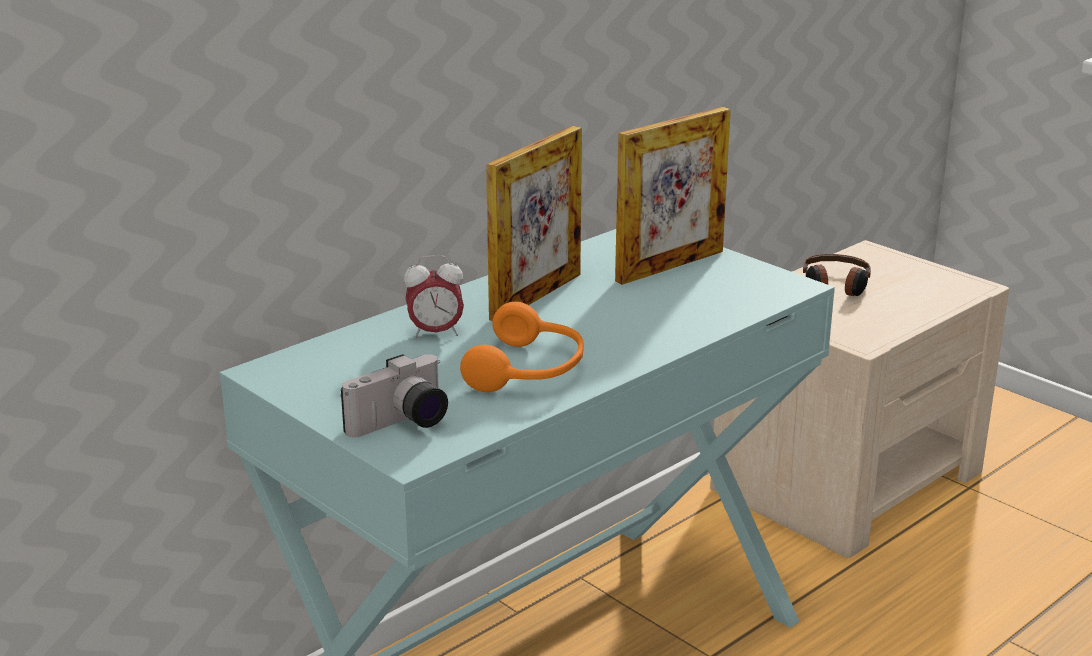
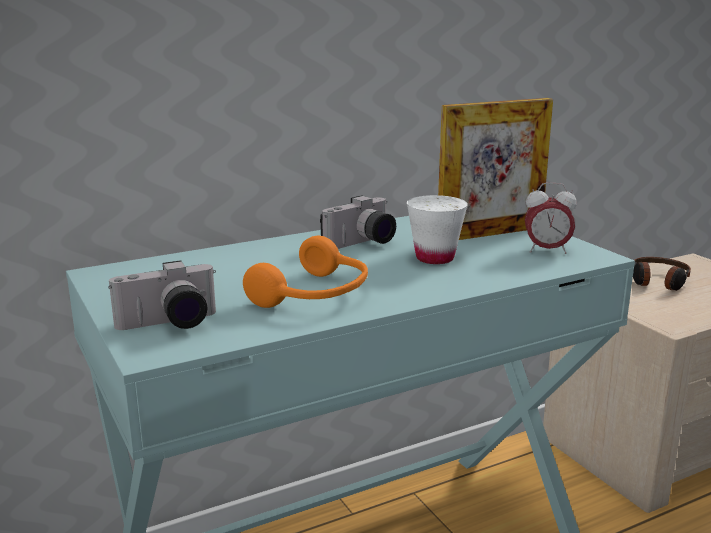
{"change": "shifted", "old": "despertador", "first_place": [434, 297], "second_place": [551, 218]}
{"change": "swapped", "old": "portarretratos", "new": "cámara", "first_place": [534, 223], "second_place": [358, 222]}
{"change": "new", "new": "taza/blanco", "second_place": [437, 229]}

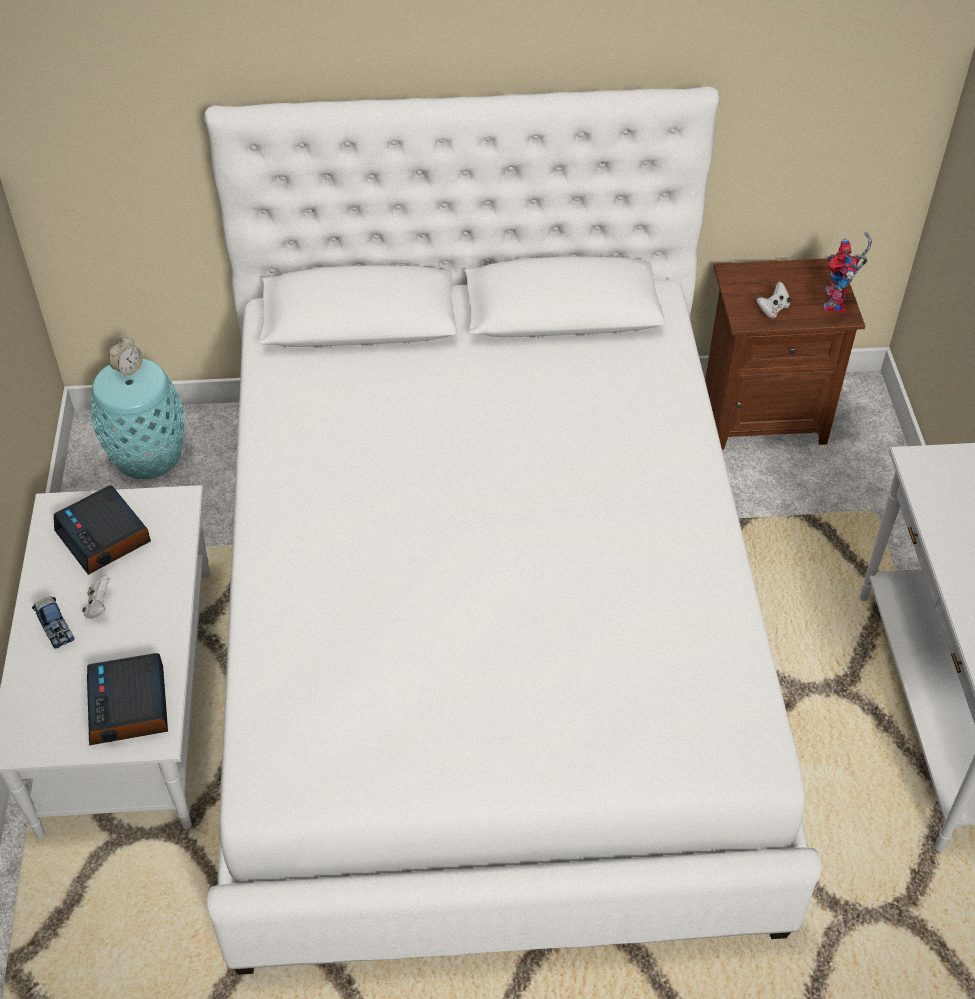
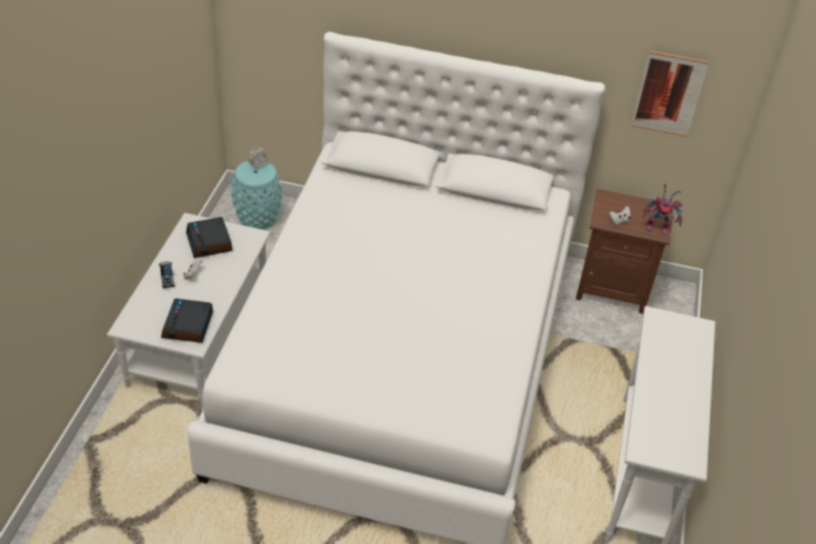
{"change": "rotated", "old": "robot de juguete", "first_place": [848, 272], "second_place": [663, 208], "degrees": -105}
{"change": "new", "new": "cuadro", "second_place": [670, 94]}

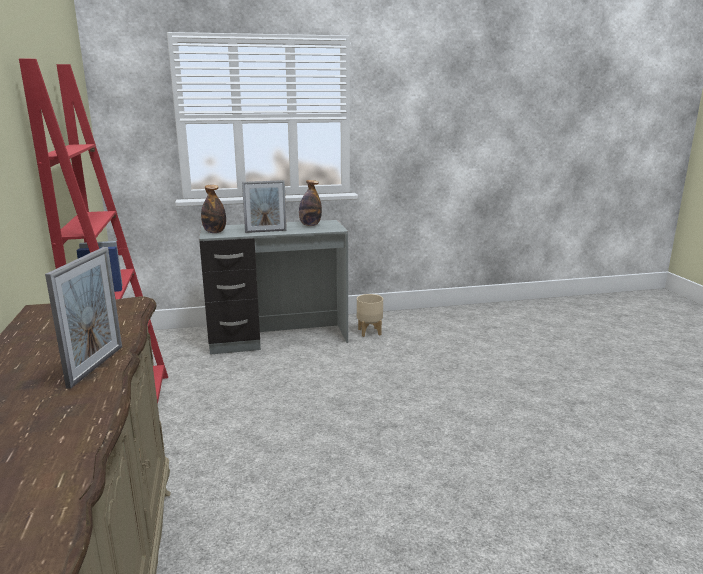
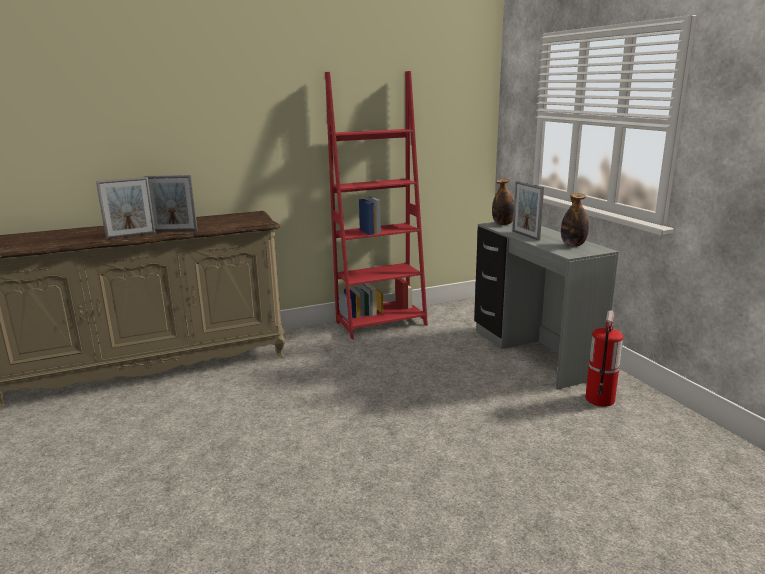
{"change": "swapped", "old": "maceta/beis", "new": "extintor", "first_place": [370, 315], "second_place": [604, 358]}
{"change": "new", "new": "portarretratos", "second_place": [126, 208]}

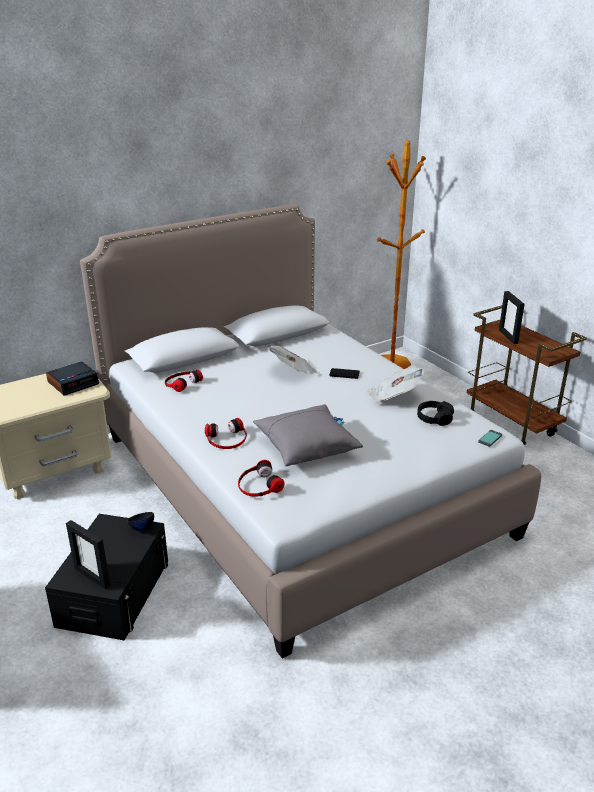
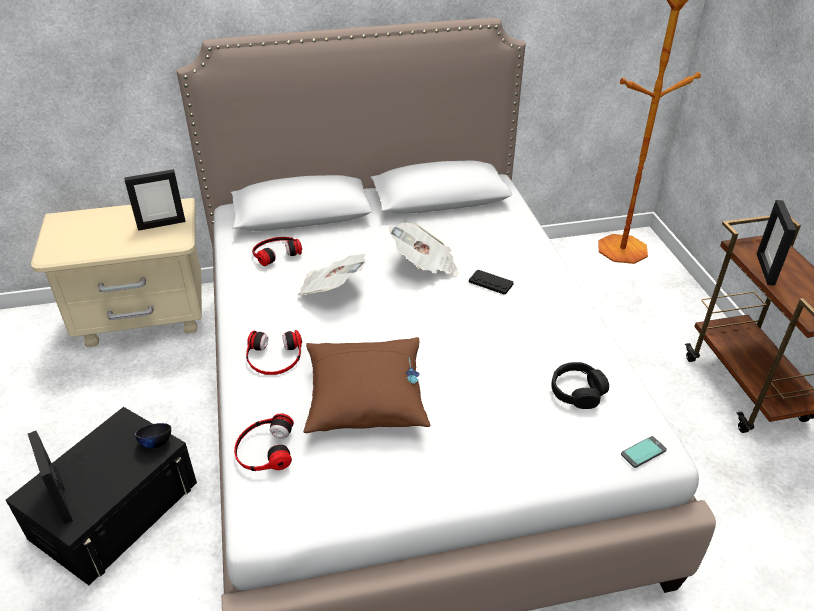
{"change": "swapped", "old": "despertador", "new": "portarretratos", "first_place": [72, 378], "second_place": [155, 200]}
{"change": "repainted", "old": "cojín/gris", "new": "cojín/marrón", "first_place": [308, 435], "second_place": [366, 385]}
{"change": "shifted", "old": "periódico", "first_place": [396, 384], "second_place": [331, 274]}

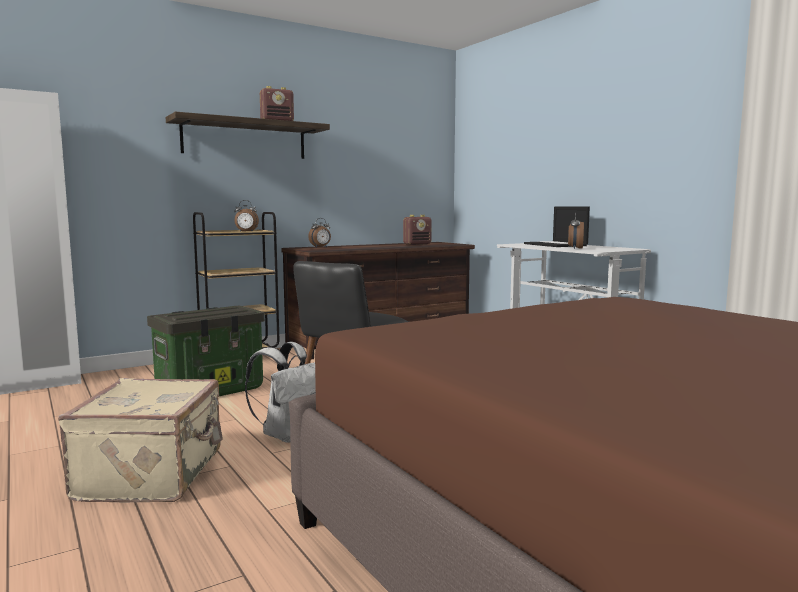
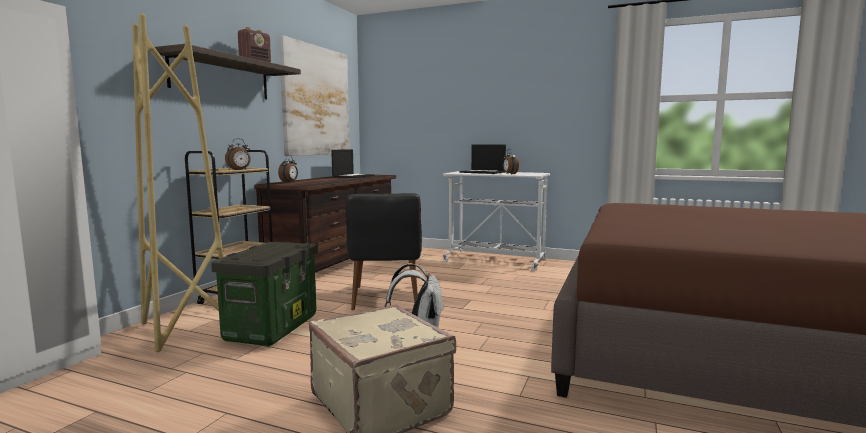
{"change": "swapped", "old": "radio", "new": "portátil", "first_place": [417, 230], "second_place": [353, 163]}
{"change": "new", "new": "perchero/amarillo", "second_place": [178, 182]}
{"change": "new", "new": "cuadro", "second_place": [314, 95]}

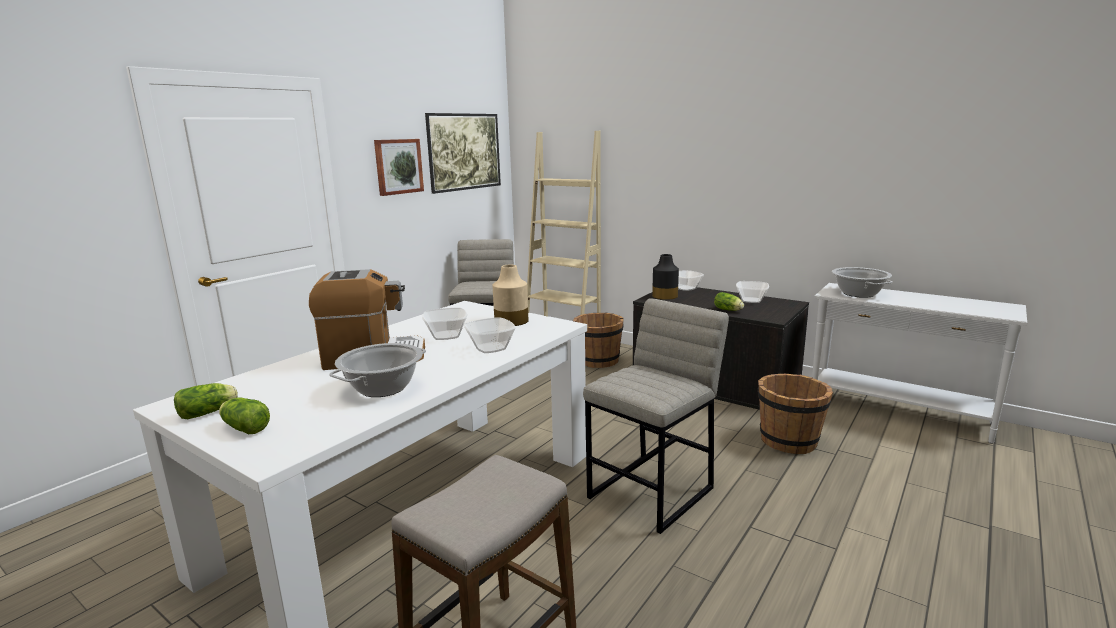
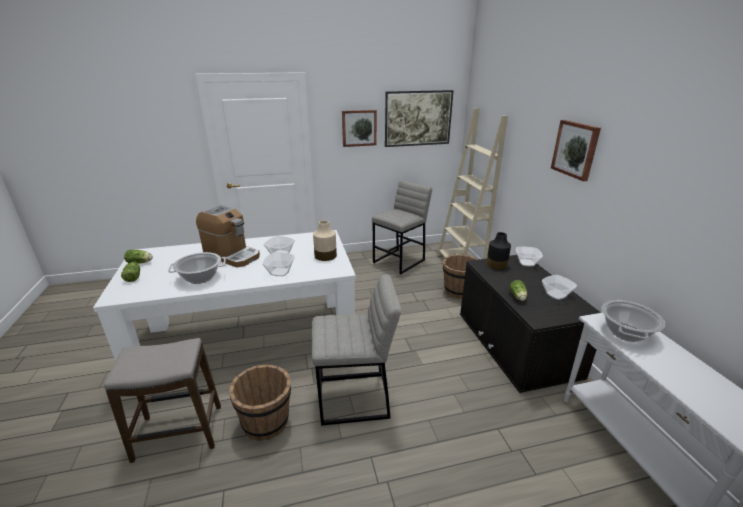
{"change": "shifted", "old": "cubo/marrón", "first_place": [795, 414], "second_place": [260, 402]}
{"change": "new", "new": "cuadro", "second_place": [576, 150]}

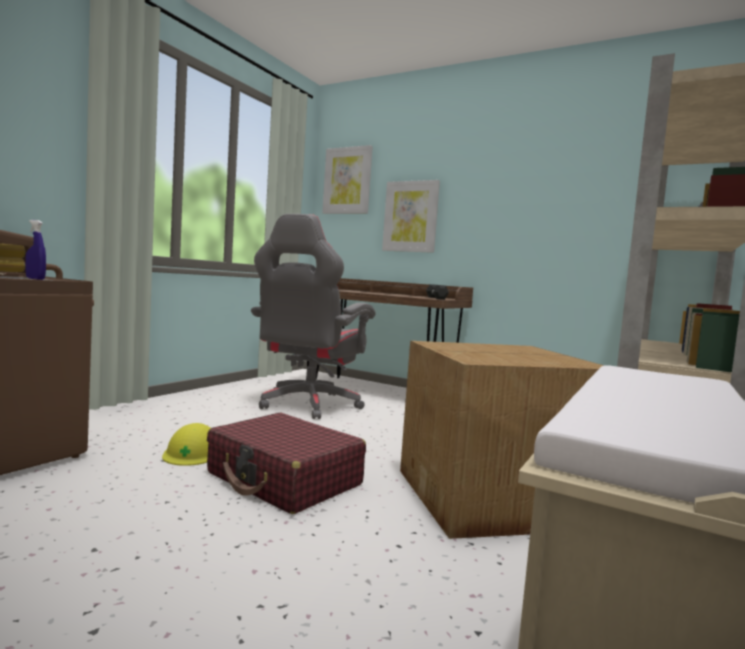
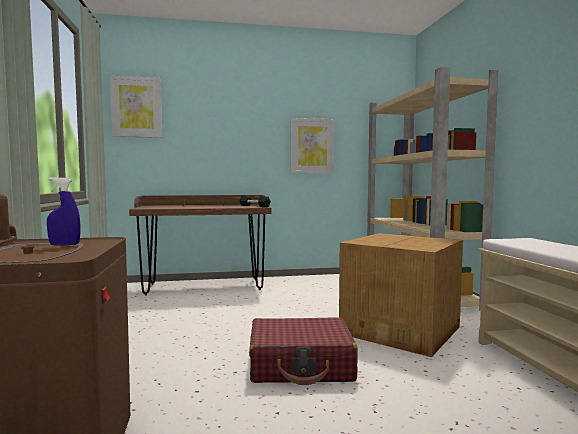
{"change": "gone", "old": "casco/amarillo", "first_place": [186, 444]}
{"change": "gone", "old": "silla de oficina/gris", "first_place": [313, 316]}
{"change": "shifted", "old": "cuadro", "first_place": [411, 216], "second_place": [312, 146]}

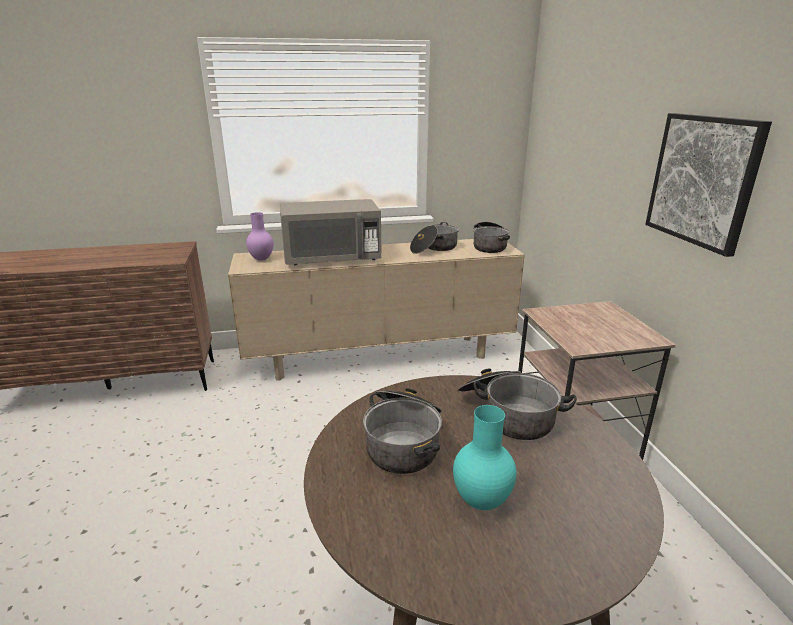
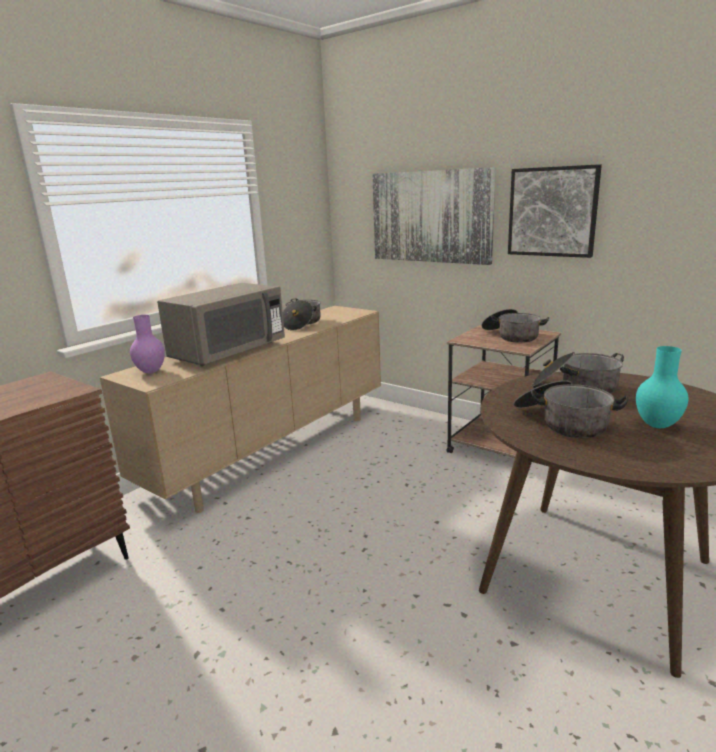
{"change": "shifted", "old": "olla", "first_place": [491, 237], "second_place": [515, 326]}
{"change": "new", "new": "cuadro", "second_place": [434, 216]}

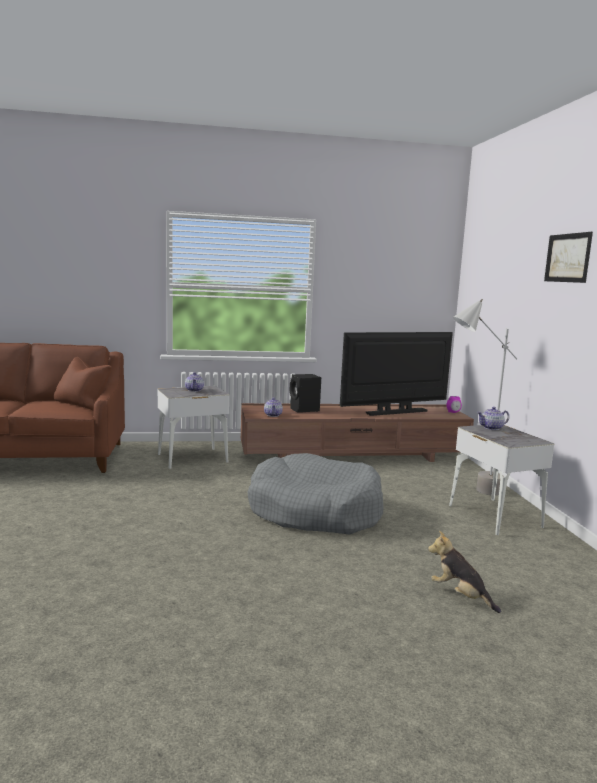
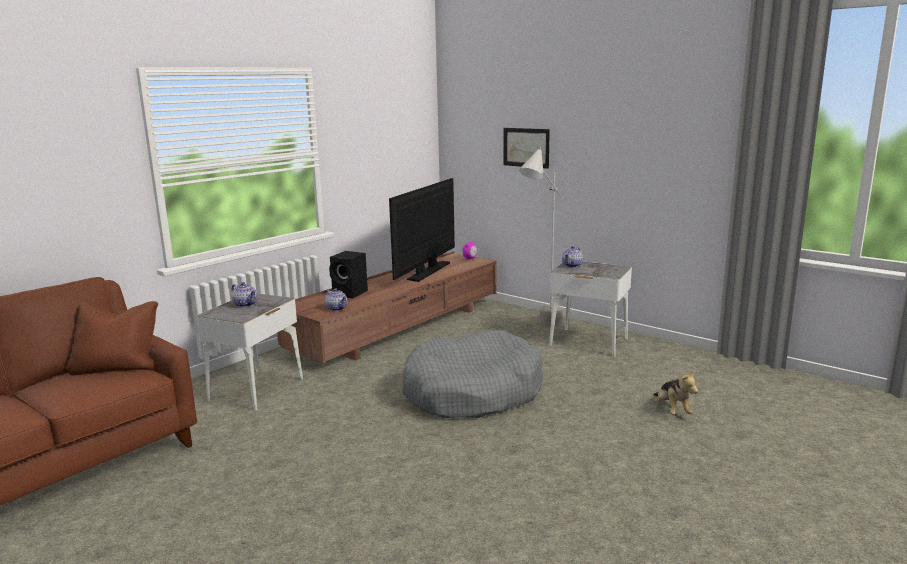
{"change": "rotated", "old": "peluche", "first_place": [464, 572], "second_place": [675, 392], "degrees": -105}
{"change": "shifted", "old": "cuadro", "first_place": [568, 257], "second_place": [526, 148]}

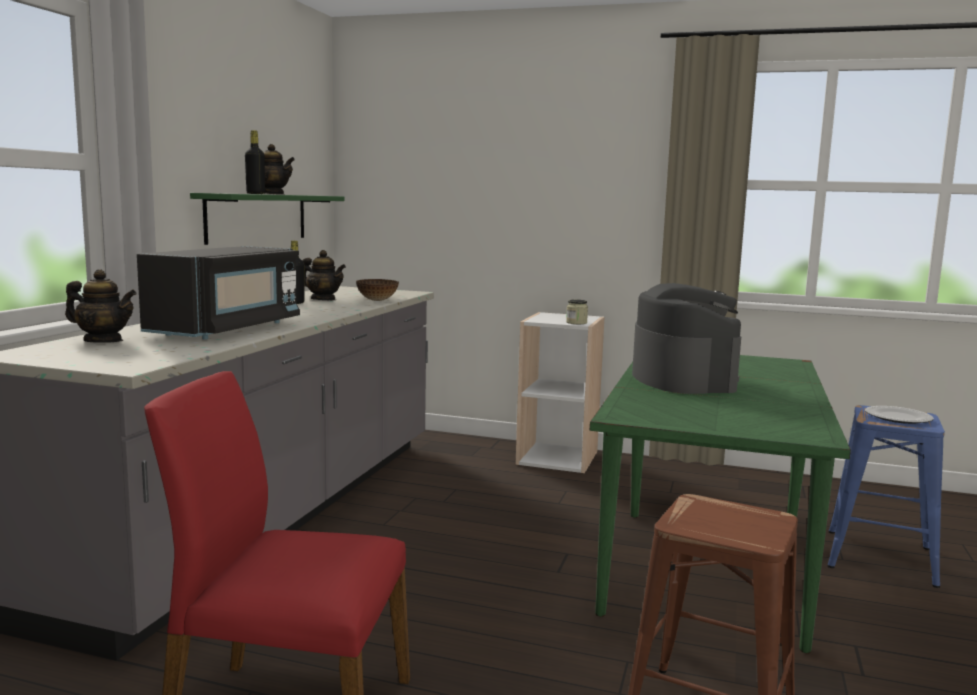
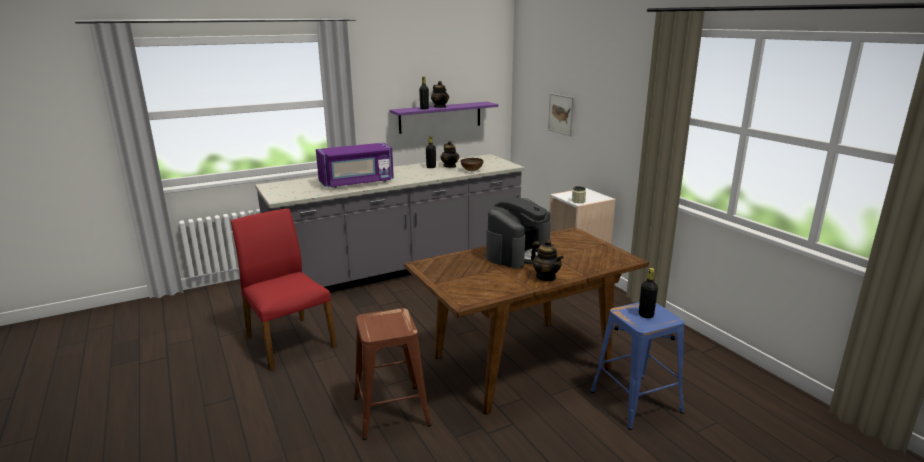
{"change": "shifted", "old": "tetera", "first_place": [100, 306], "second_place": [547, 260]}
{"change": "repainted", "old": "microondas/negro", "new": "microondas/morado", "first_place": [218, 293], "second_place": [355, 165]}
{"change": "repainted", "old": "estante/verde", "new": "estante/morado", "first_place": [267, 219], "second_place": [444, 118]}
{"change": "repainted", "old": "mesa de comedor/verde", "new": "mesa de comedor/marrón", "first_place": [720, 504], "second_place": [526, 320]}
{"change": "swapped", "old": "plato", "new": "botella/negro", "first_place": [899, 415], "second_place": [648, 293]}
{"change": "new", "new": "cuadro", "second_place": [561, 114]}

